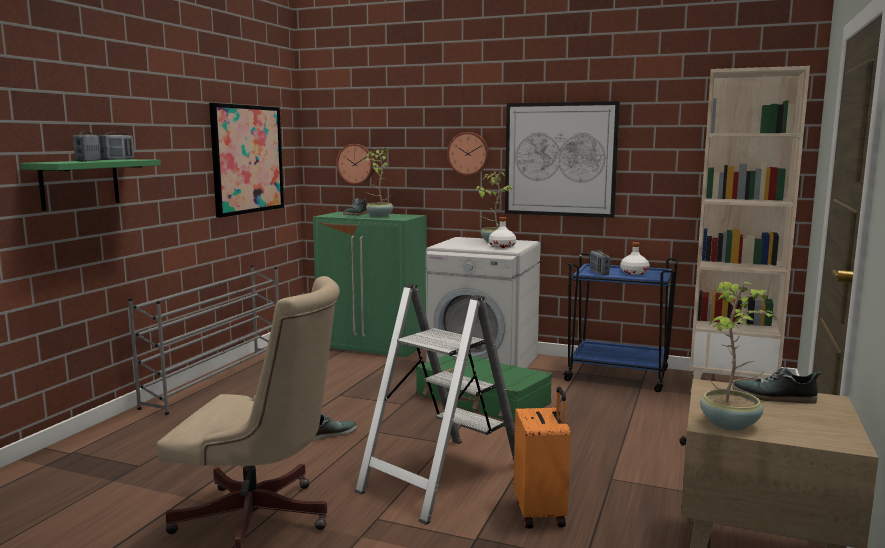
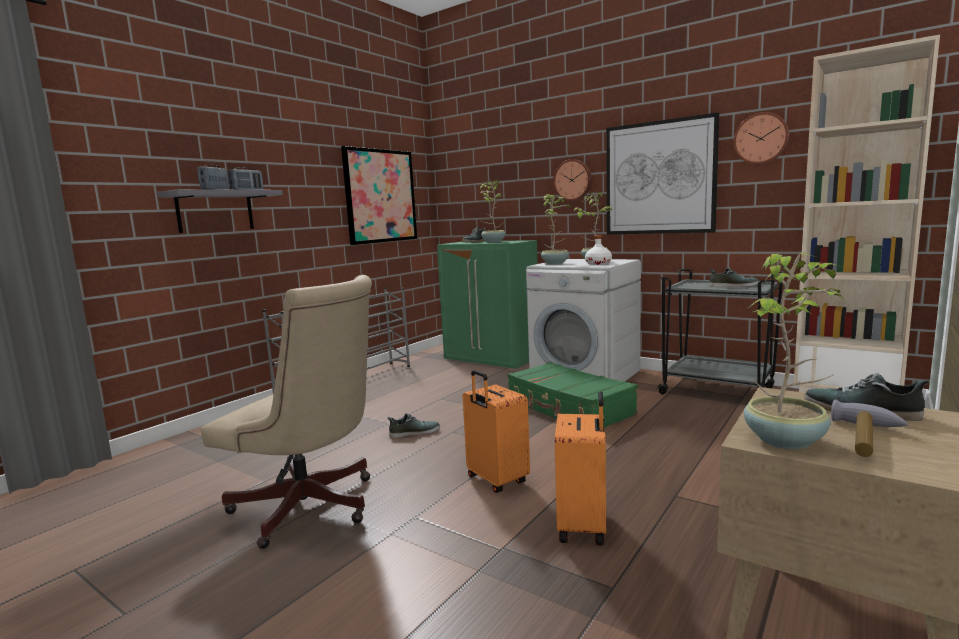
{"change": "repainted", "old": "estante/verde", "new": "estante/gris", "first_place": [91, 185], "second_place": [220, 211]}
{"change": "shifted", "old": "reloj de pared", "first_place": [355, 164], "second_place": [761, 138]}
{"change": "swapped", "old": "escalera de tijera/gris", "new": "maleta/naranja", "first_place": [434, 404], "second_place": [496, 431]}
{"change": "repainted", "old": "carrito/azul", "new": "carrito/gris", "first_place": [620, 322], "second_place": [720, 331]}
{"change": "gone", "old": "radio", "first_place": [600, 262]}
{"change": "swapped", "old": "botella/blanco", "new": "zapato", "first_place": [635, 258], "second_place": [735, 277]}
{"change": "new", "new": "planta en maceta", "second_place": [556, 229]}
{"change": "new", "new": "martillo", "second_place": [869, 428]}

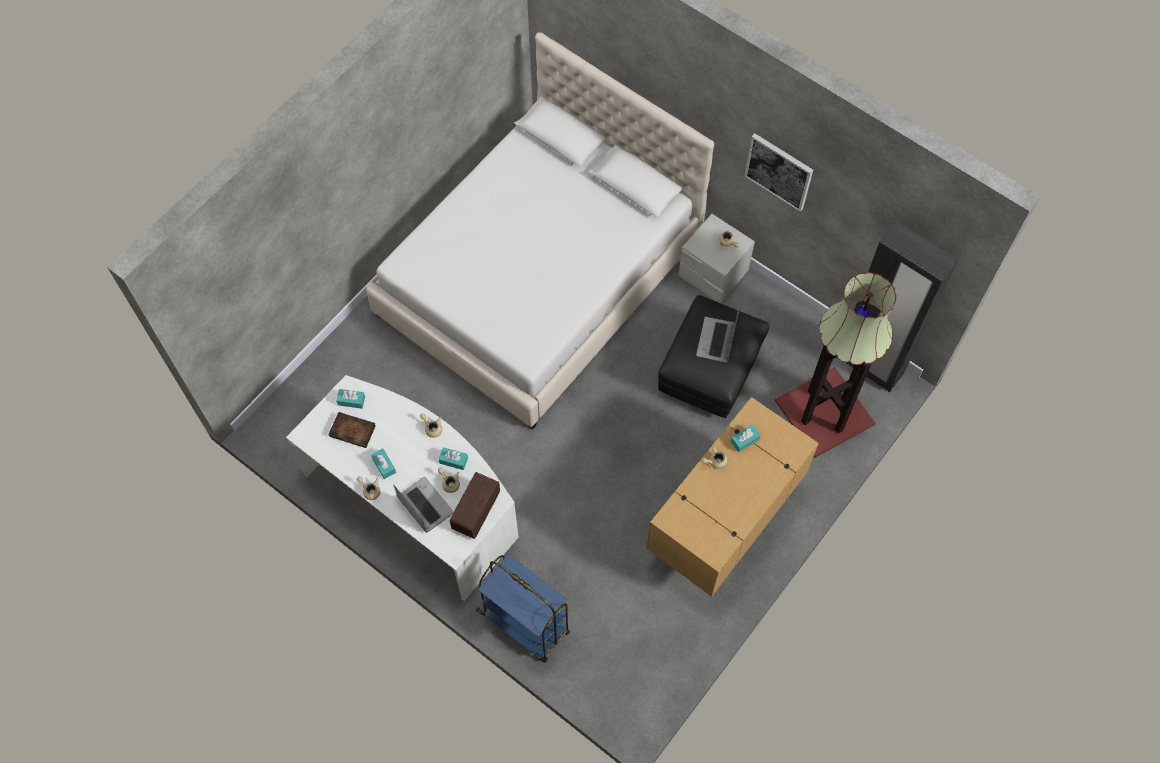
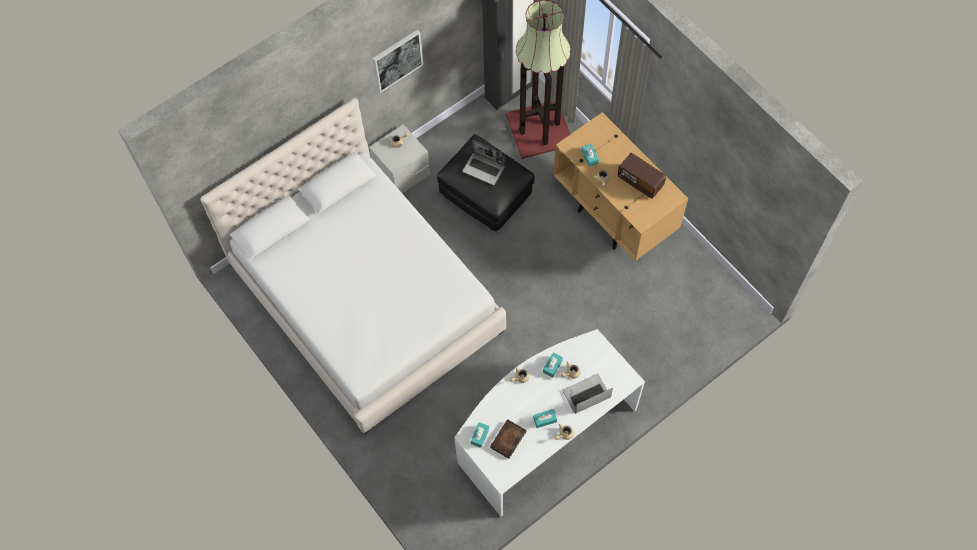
{"change": "shifted", "old": "radio", "first_place": [475, 505], "second_place": [641, 176]}
{"change": "gone", "old": "carrito/azul", "first_place": [523, 608]}

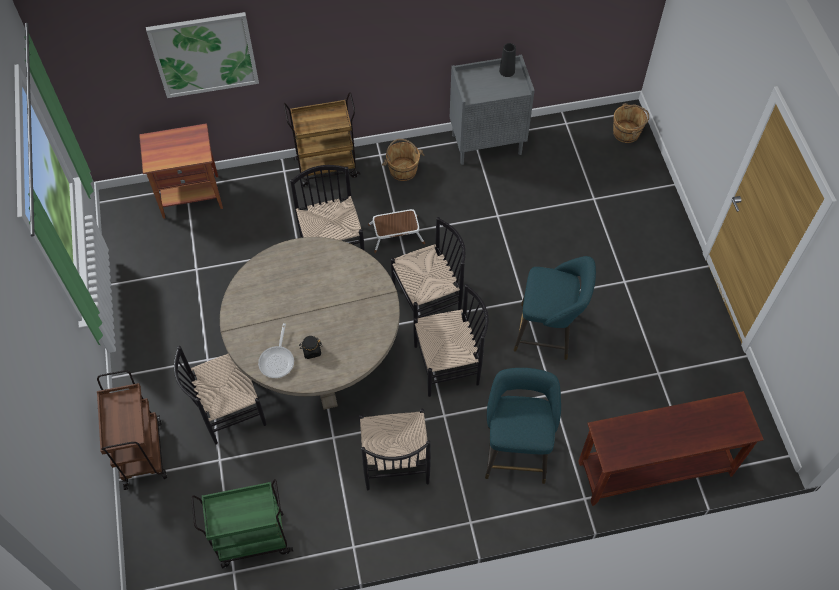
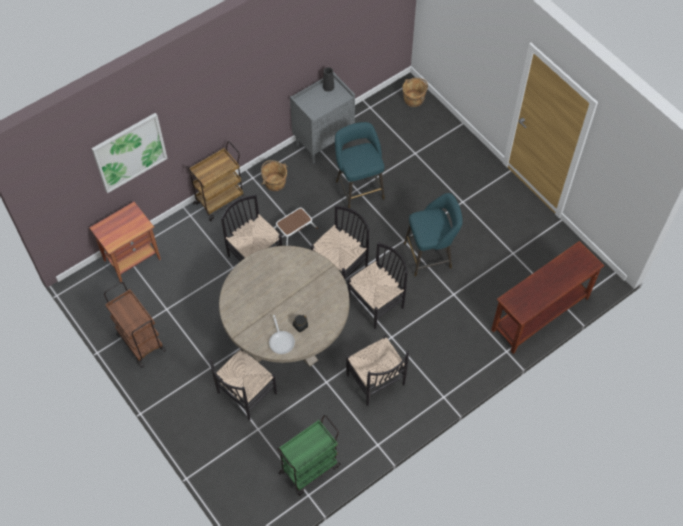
{"change": "shifted", "old": "carrito/marrón", "first_place": [132, 430], "second_place": [135, 325]}
{"change": "shifted", "old": "taburete/turquesa", "first_place": [523, 426], "second_place": [360, 165]}

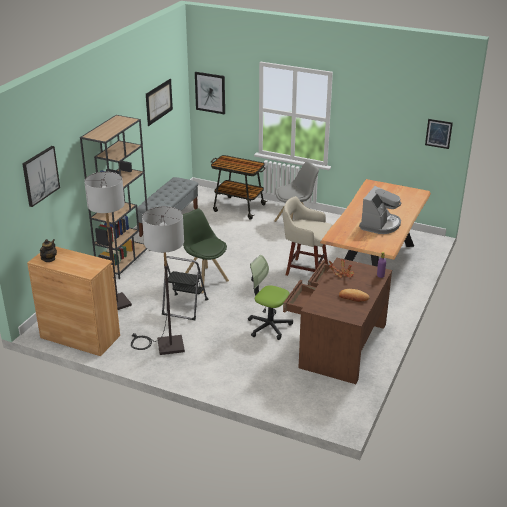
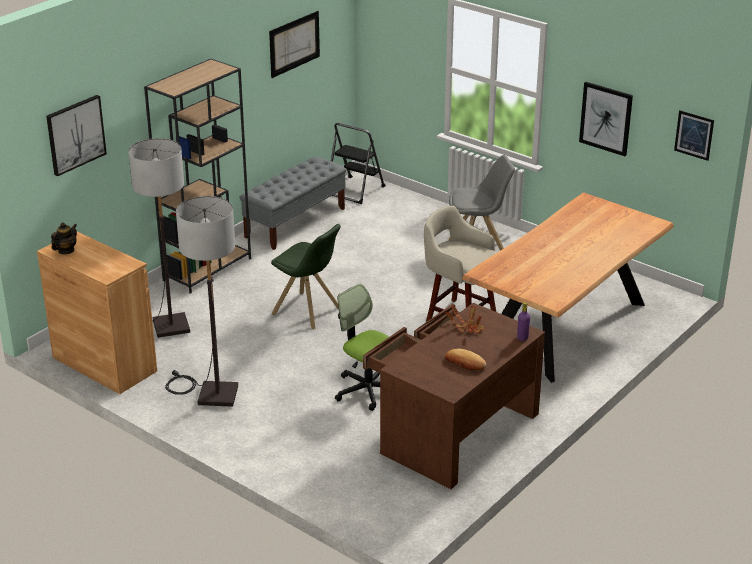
{"change": "shifted", "old": "escalera de tijera/negro", "first_place": [185, 288], "second_place": [358, 163]}
{"change": "rotated", "old": "silla/verde", "first_place": [206, 251], "second_place": [306, 276], "degrees": 150}
{"change": "shifted", "old": "cuadro", "first_place": [210, 93], "second_place": [606, 119]}
{"change": "gone", "old": "carrito", "first_place": [238, 187]}
{"change": "gone", "old": "cafetera", "first_place": [380, 210]}

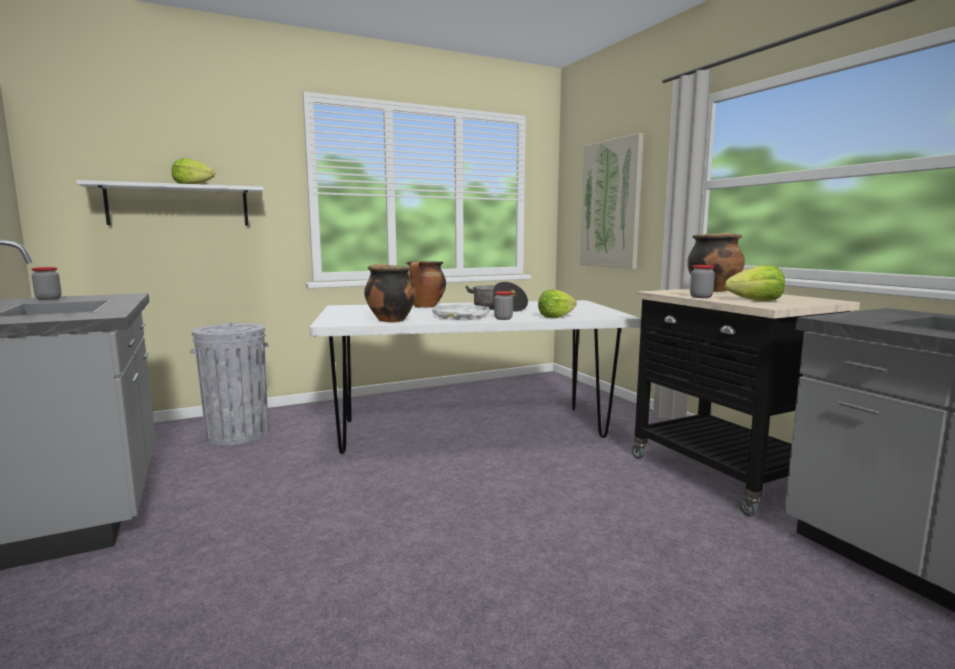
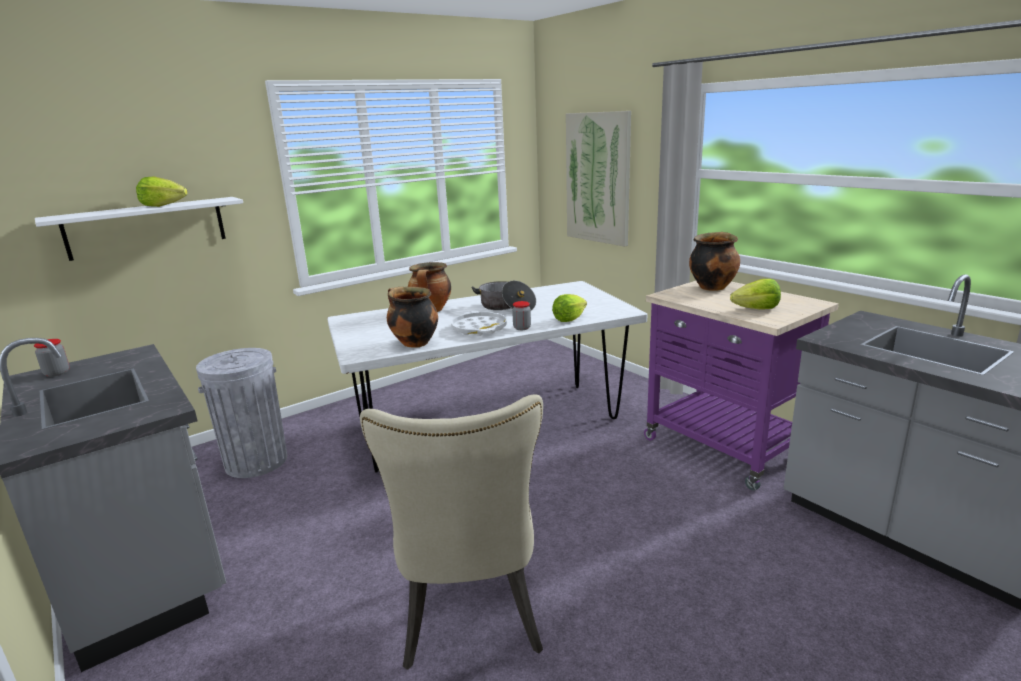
{"change": "repainted", "old": "carrito/negro", "new": "carrito/morado", "first_place": [746, 402], "second_place": [741, 385]}
{"change": "gone", "old": "tarro", "first_place": [702, 281]}
{"change": "new", "new": "silla/beis", "second_place": [451, 532]}

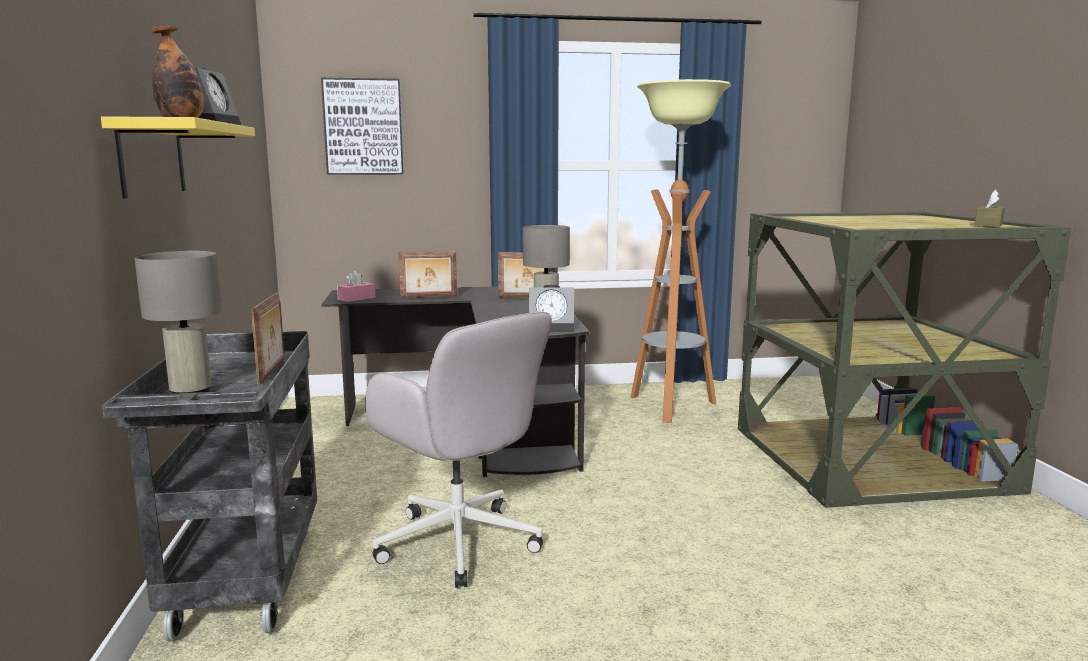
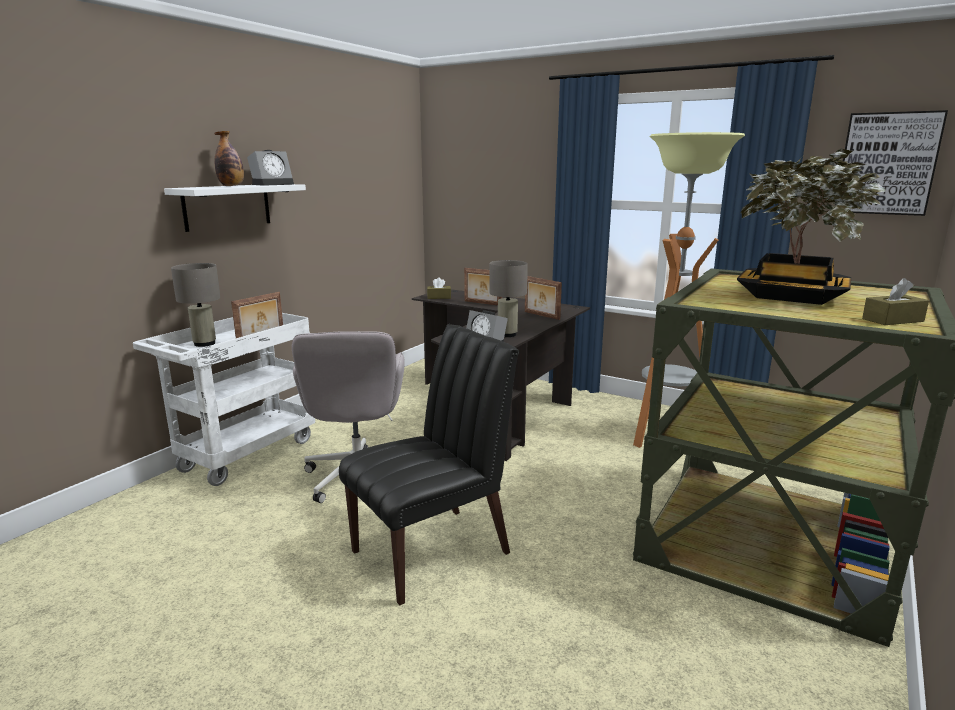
{"change": "repainted", "old": "estante/amarillo", "new": "estante/blanco", "first_place": [178, 157], "second_place": [235, 208]}
{"change": "repainted", "old": "carrito/negro", "new": "carrito/blanco", "first_place": [209, 486], "second_place": [224, 399]}
{"change": "shifted", "old": "cuadro", "first_place": [362, 126], "second_place": [891, 163]}
{"change": "repainted", "old": "caja de pañuelos/rosa", "new": "caja de pañuelos/marrón", "first_place": [356, 286], "second_place": [439, 288]}
{"change": "new", "new": "silla/negro", "second_place": [429, 464]}
{"change": "new", "new": "planta en maceta", "second_place": [811, 226]}

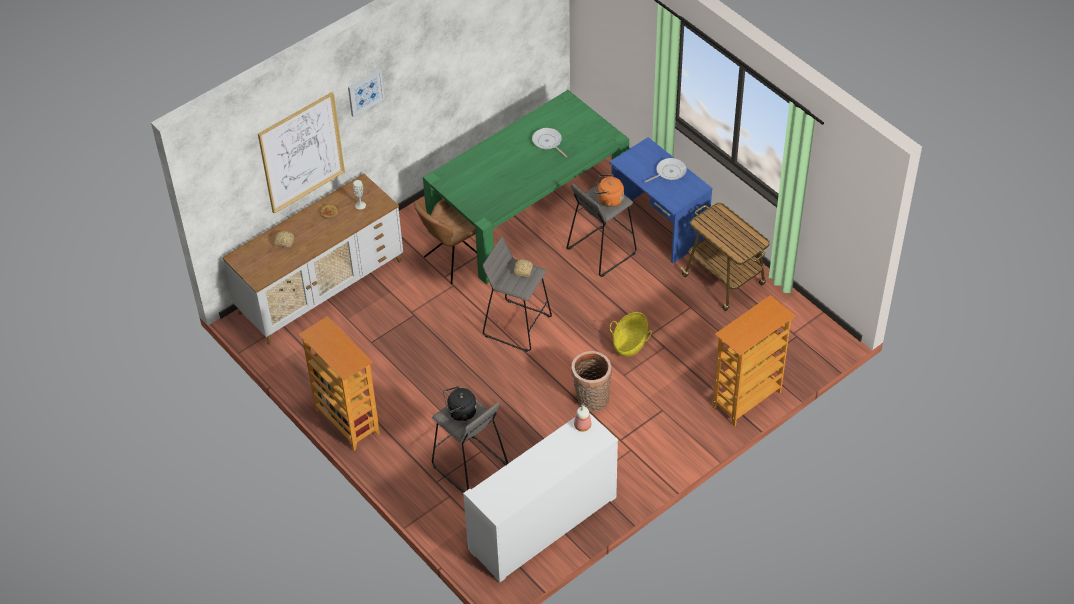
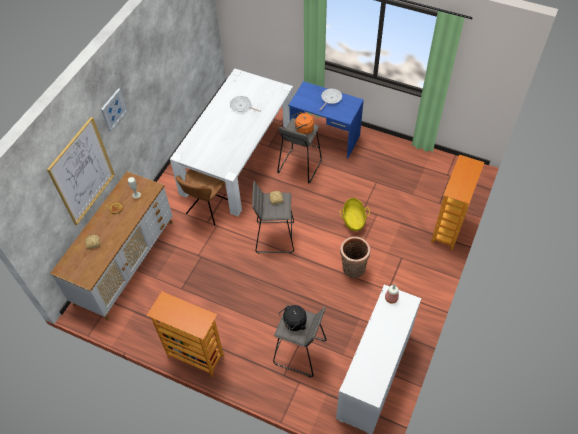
{"change": "repainted", "old": "mesa de comedor/verde", "new": "mesa de comedor/blanco", "first_place": [526, 187], "second_place": [231, 142]}
{"change": "gone", "old": "carrito", "first_place": [725, 257]}

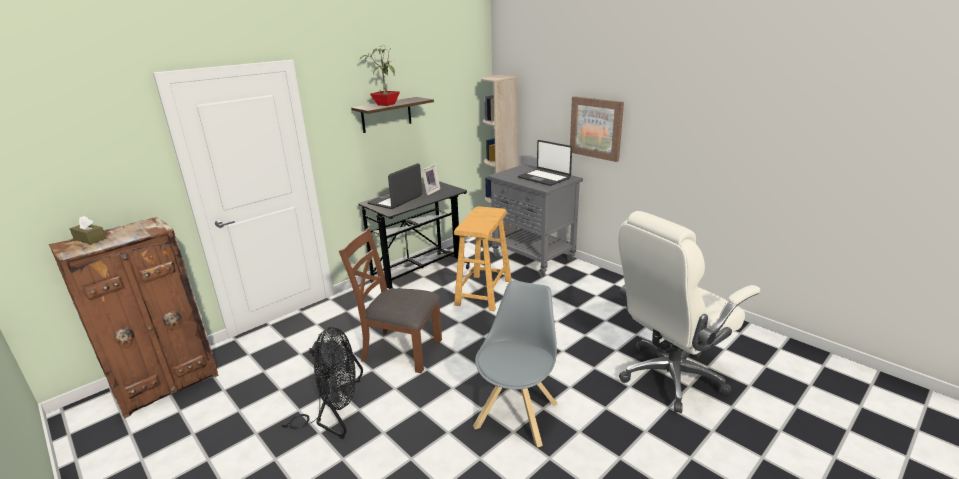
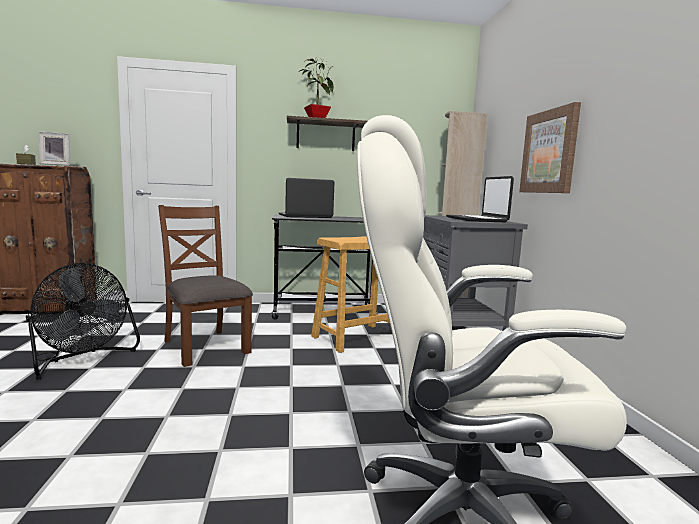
{"change": "shifted", "old": "portarretratos", "first_place": [431, 179], "second_place": [54, 148]}
{"change": "gone", "old": "silla/gris", "first_place": [515, 364]}

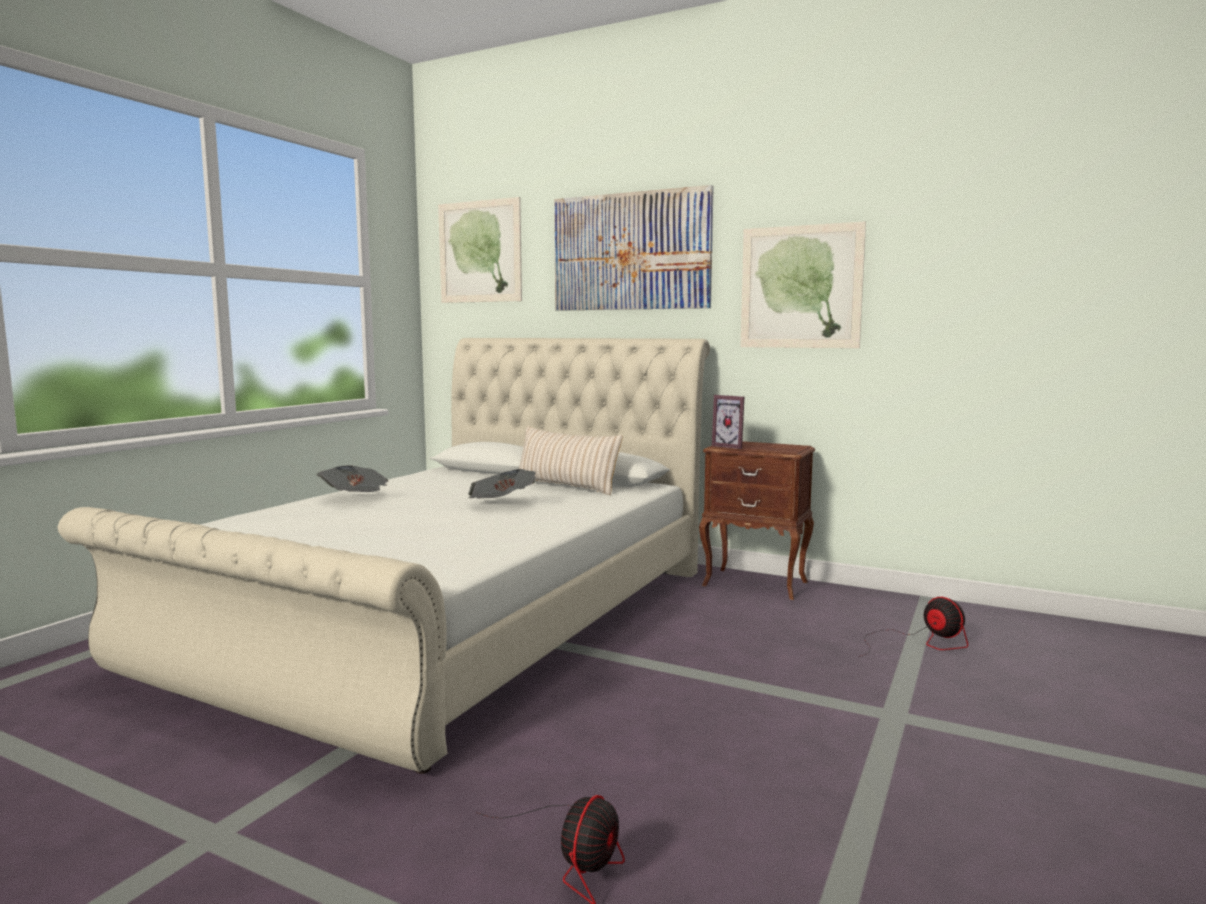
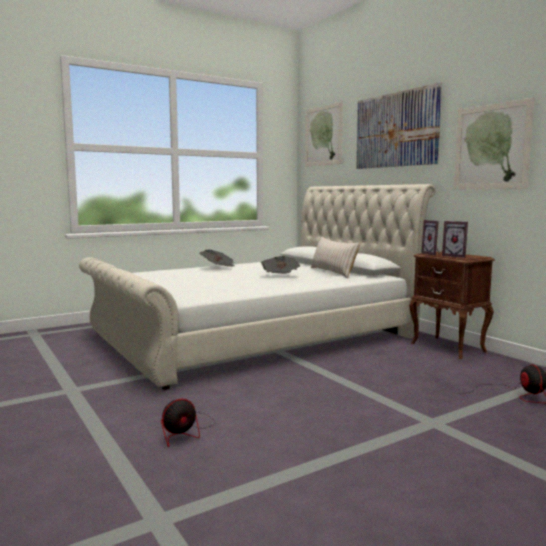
{"change": "new", "new": "portarretratos", "second_place": [455, 239]}

